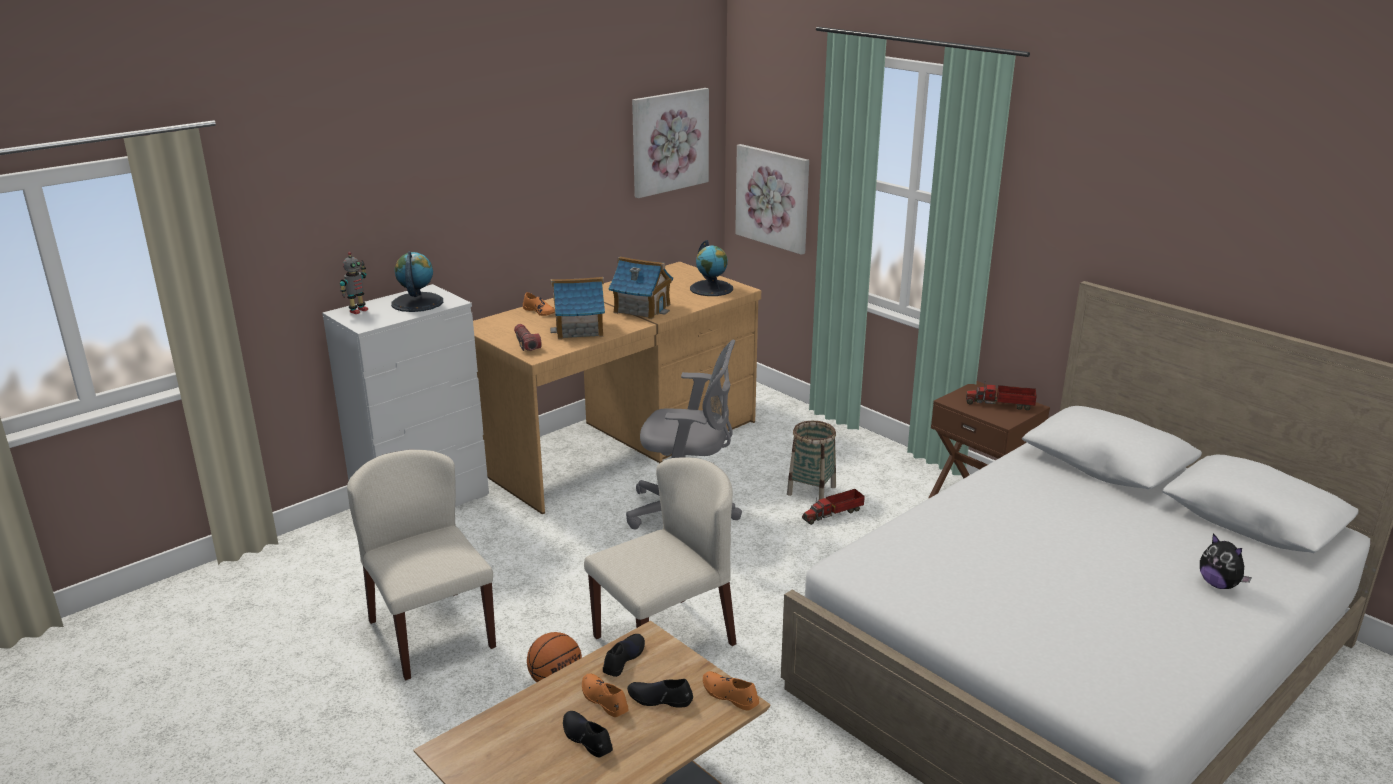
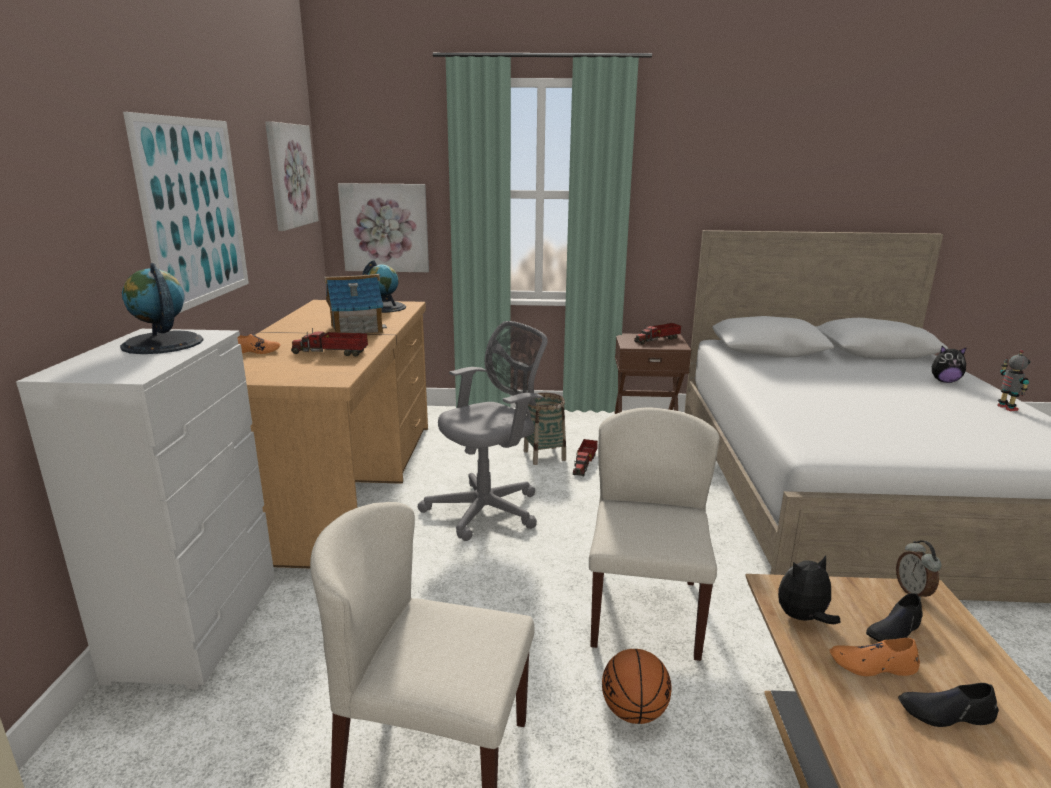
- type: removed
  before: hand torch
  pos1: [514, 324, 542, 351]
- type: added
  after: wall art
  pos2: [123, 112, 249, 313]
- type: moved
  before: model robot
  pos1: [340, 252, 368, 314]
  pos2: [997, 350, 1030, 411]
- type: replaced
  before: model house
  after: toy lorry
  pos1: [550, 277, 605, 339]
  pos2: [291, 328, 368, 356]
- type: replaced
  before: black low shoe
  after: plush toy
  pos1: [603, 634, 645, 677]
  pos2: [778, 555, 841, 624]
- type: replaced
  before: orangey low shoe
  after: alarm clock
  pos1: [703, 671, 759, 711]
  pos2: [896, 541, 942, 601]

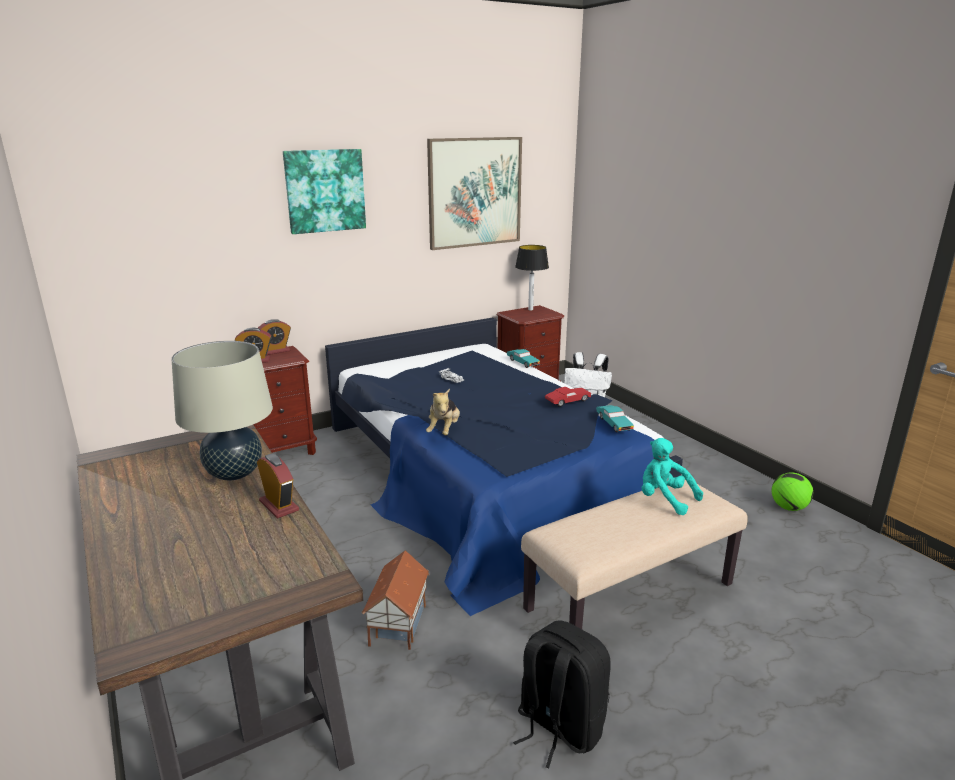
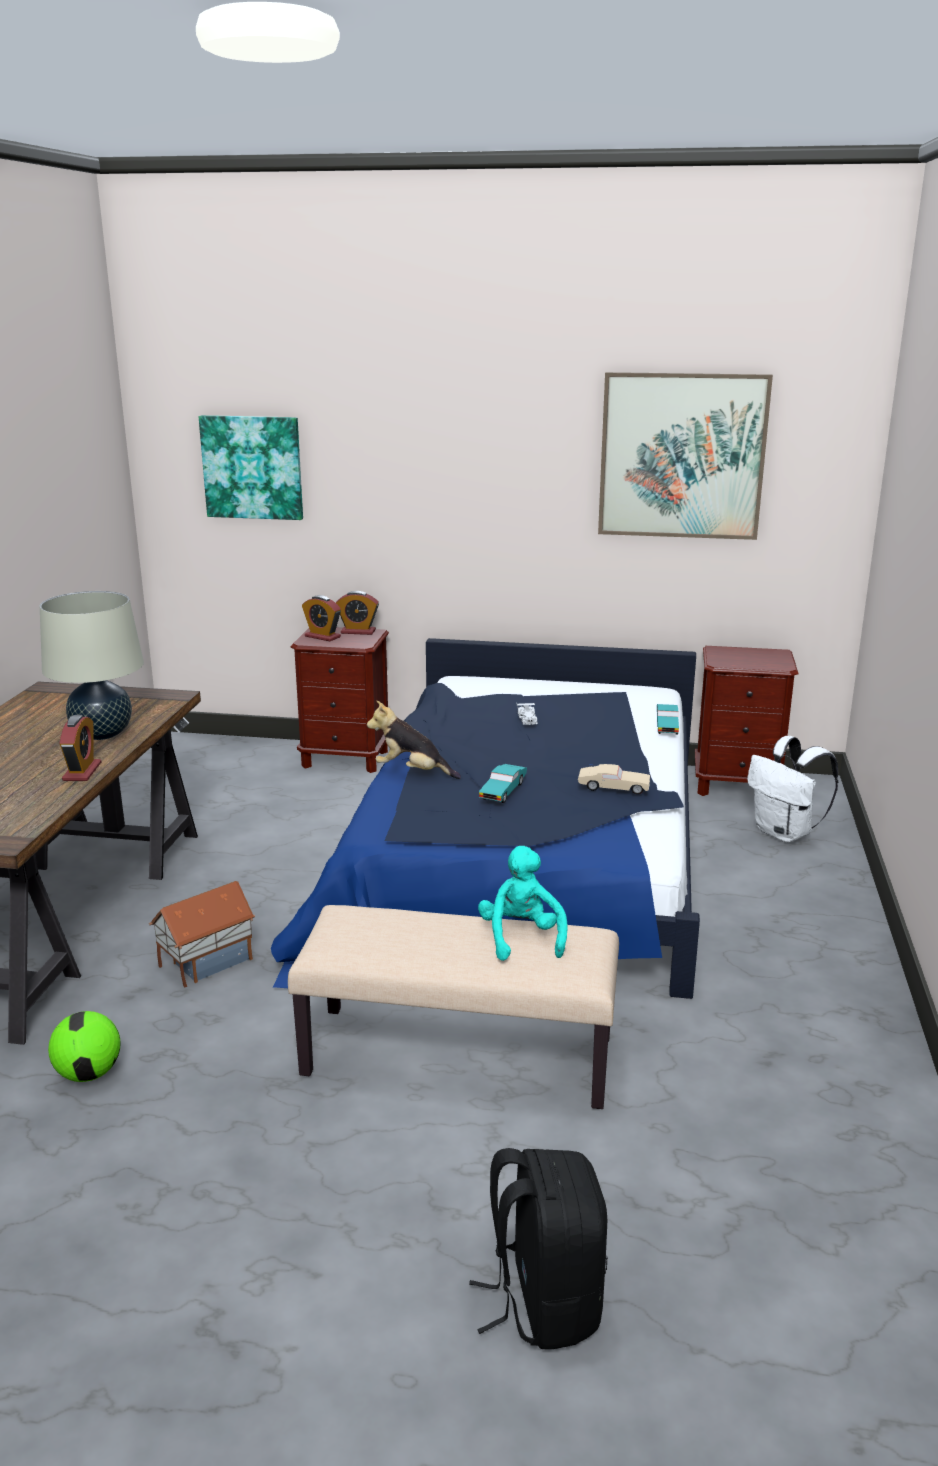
- type: removed
  before: tabletop lamp
  pos1: [515, 245, 549, 311]
- type: moved
  before: wall art
  pos1: [283, 149, 366, 234]
  pos2: [199, 415, 303, 520]
- type: moved
  before: black backpack
  pos1: [513, 620, 611, 768]
  pos2: [469, 1148, 608, 1349]
- type: moved
  before: turquoise miniature car
  pos1: [596, 405, 634, 432]
  pos2: [479, 764, 527, 803]
- type: moved
  before: football
  pos1: [772, 472, 813, 511]
  pos2: [48, 1011, 121, 1082]
- type: recoloured
  before: red miniature car
  after: beige miniature car
  pos1: [545, 387, 591, 407]
  pos2: [578, 764, 650, 794]
- type: turned
  before: plush toy
  pos1: [426, 389, 460, 435]
  pos2: [367, 701, 461, 779]
  turn: 60

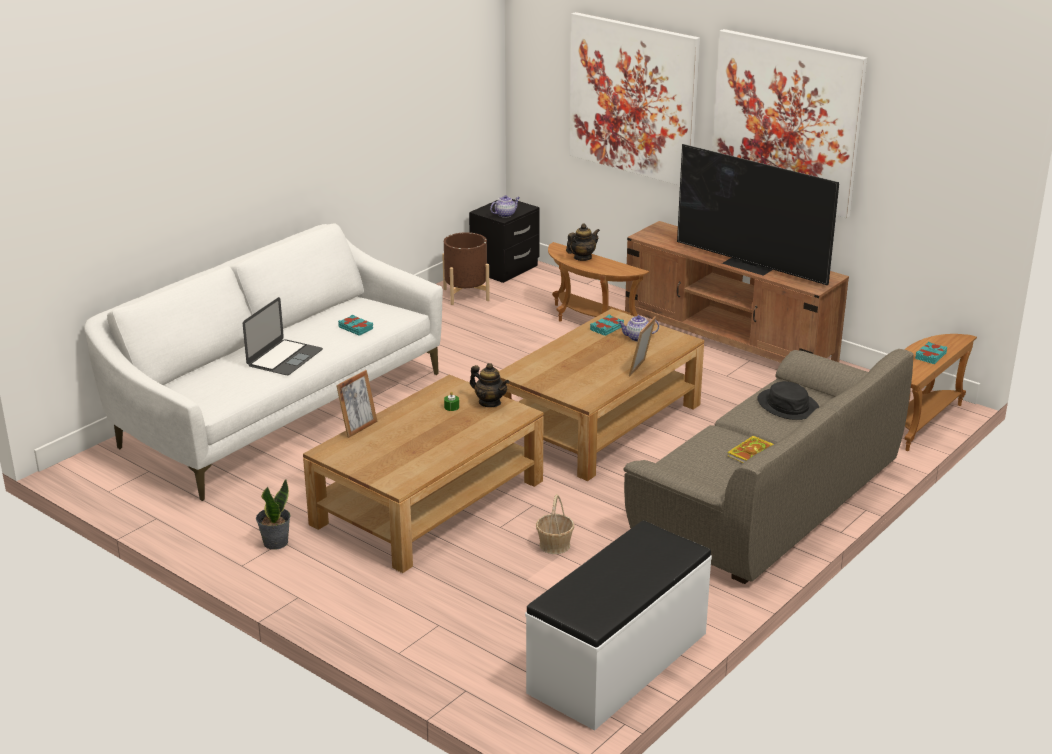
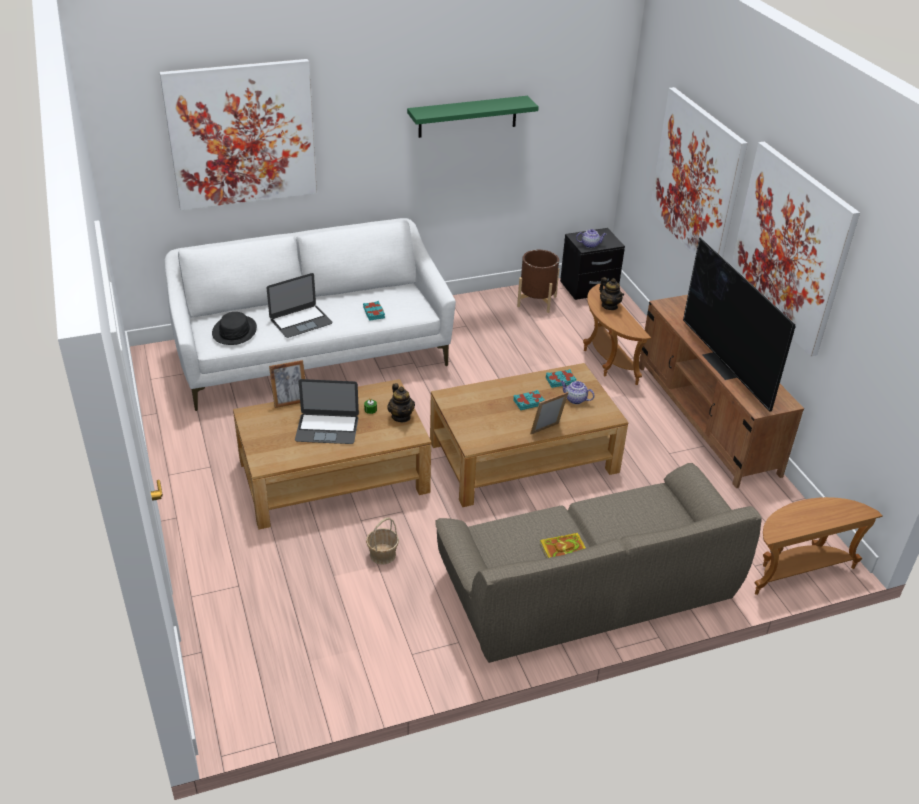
- type: removed
  before: potted plant
  pos1: [256, 479, 291, 550]
- type: removed
  before: white-coloured indoor bench
  pos1: [525, 521, 712, 730]
- type: added
  after: wall art
  pos2: [160, 59, 317, 210]
- type: added
  after: laptop
  pos2: [295, 379, 359, 444]
- type: added
  after: green wall shelf
  pos2: [407, 96, 539, 138]
- type: moved
  before: black wearable hat
  pos1: [757, 381, 819, 420]
  pos2: [212, 312, 257, 345]
- type: moved
  before: turquoise volume
  pos1: [915, 342, 947, 364]
  pos2: [513, 390, 545, 410]
- type: turned
  before: tea pot
  pos1: [566, 224, 600, 261]
  pos2: [599, 277, 624, 310]
  turn: 60

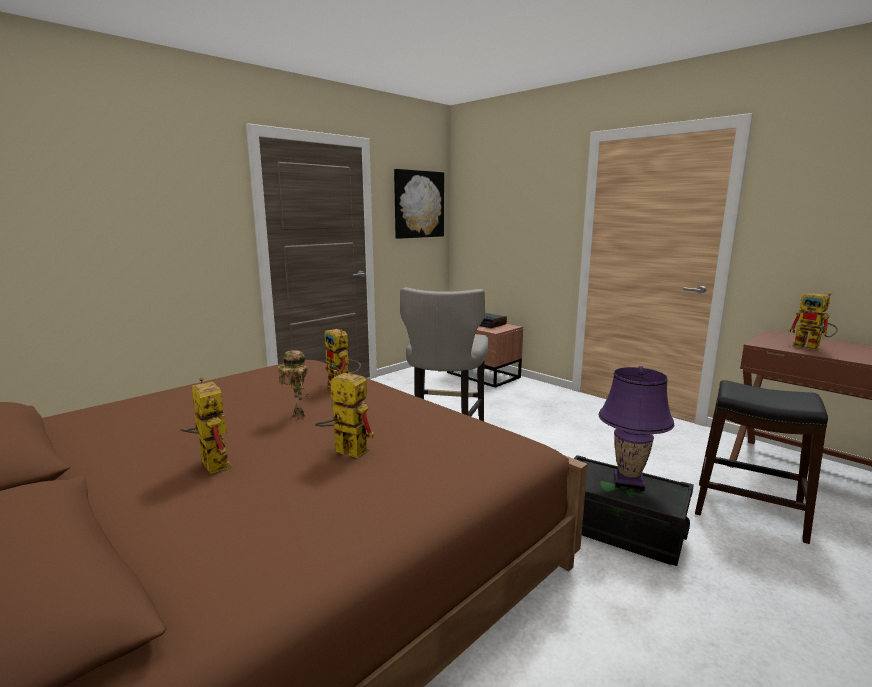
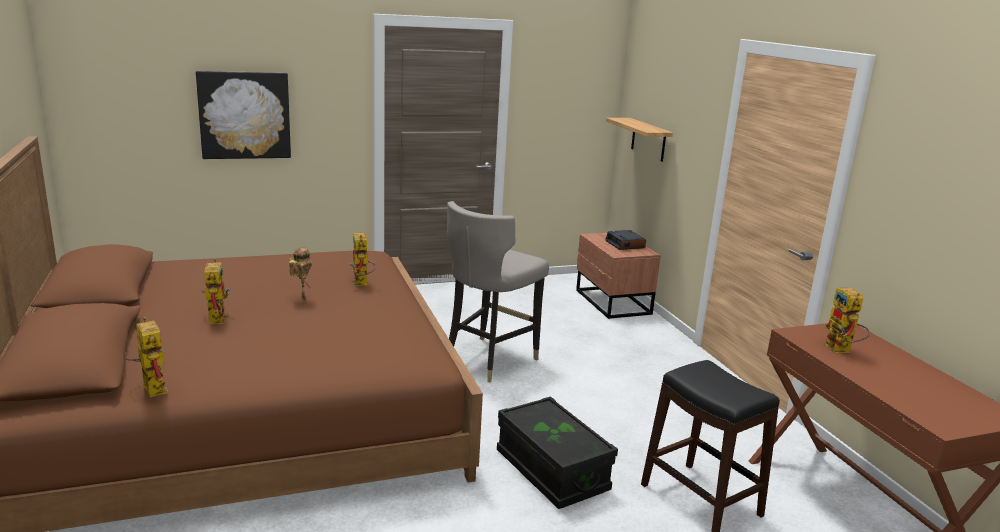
- type: removed
  before: purple tabletop lamp
  pos1: [599, 366, 675, 491]
- type: added
  after: wall shelf
  pos2: [606, 118, 673, 162]
- type: moved
  before: model robot
  pos1: [315, 370, 375, 459]
  pos2: [126, 317, 168, 397]
- type: moved
  before: wall art
  pos1: [394, 169, 444, 239]
  pos2: [196, 71, 291, 159]

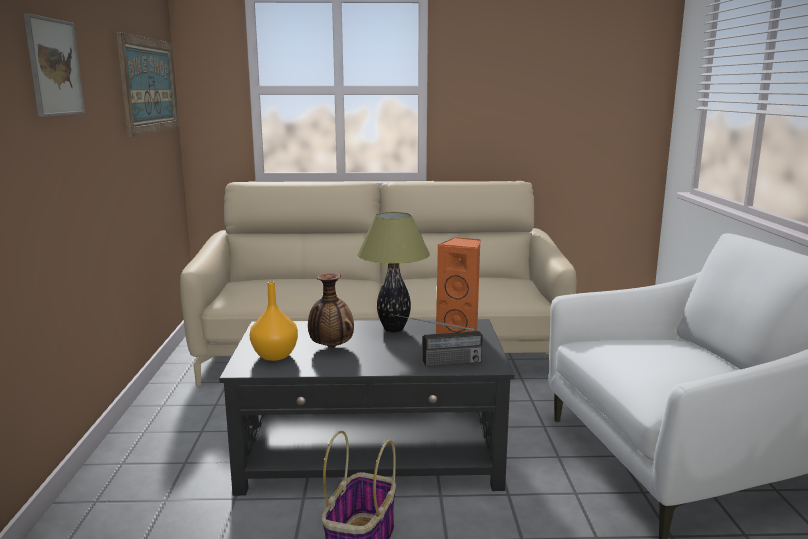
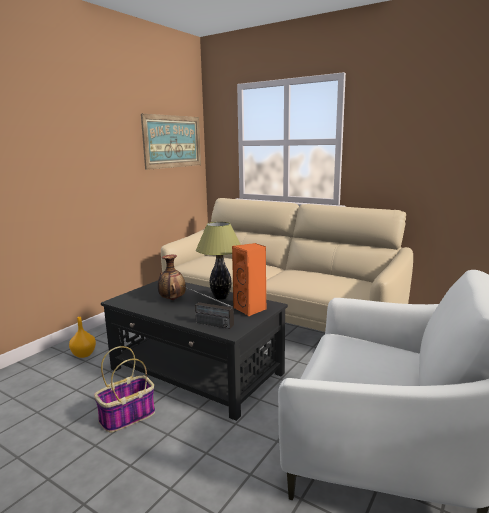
- type: removed
  before: wall art
  pos1: [24, 14, 85, 117]
- type: moved
  before: orangey vase
  pos1: [250, 281, 298, 361]
  pos2: [69, 317, 96, 358]

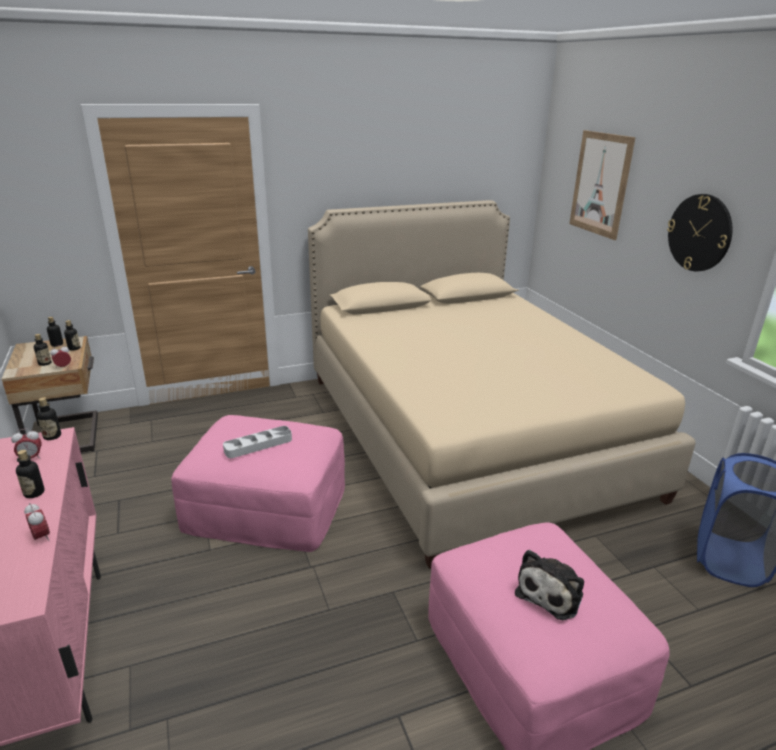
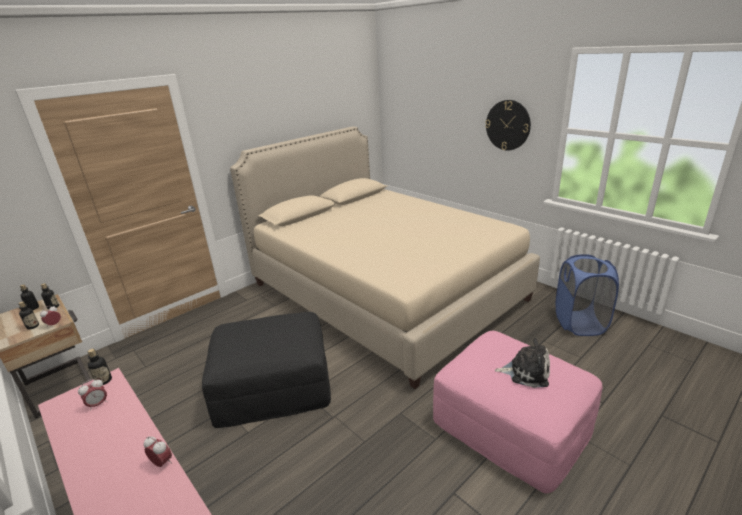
- type: removed
  before: beverage bottle
  pos1: [16, 450, 45, 498]
- type: removed
  before: gray carrying tray
  pos1: [223, 426, 292, 458]
- type: removed
  before: wall art
  pos1: [569, 130, 636, 240]
- type: recoloured
  before: pink footrest
  after: black footrest
  pos1: [171, 415, 345, 552]
  pos2: [202, 312, 331, 428]
- type: turned
  before: plush toy
  pos1: [515, 550, 584, 620]
  pos2: [494, 338, 550, 388]
  turn: -90

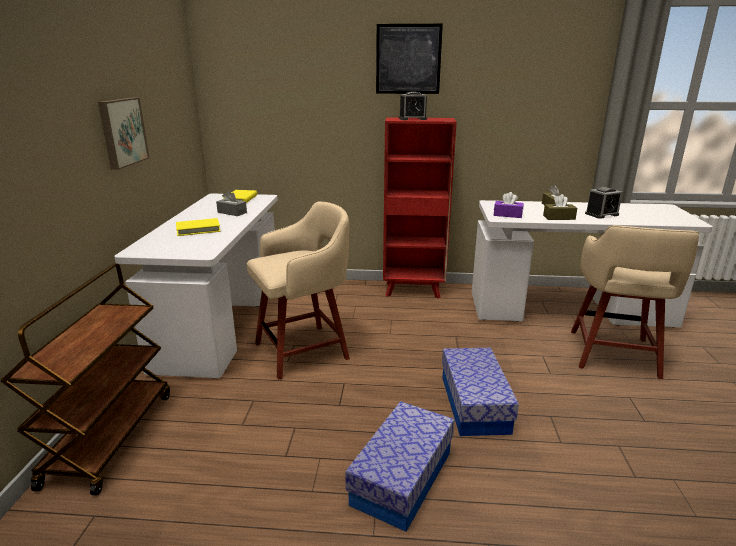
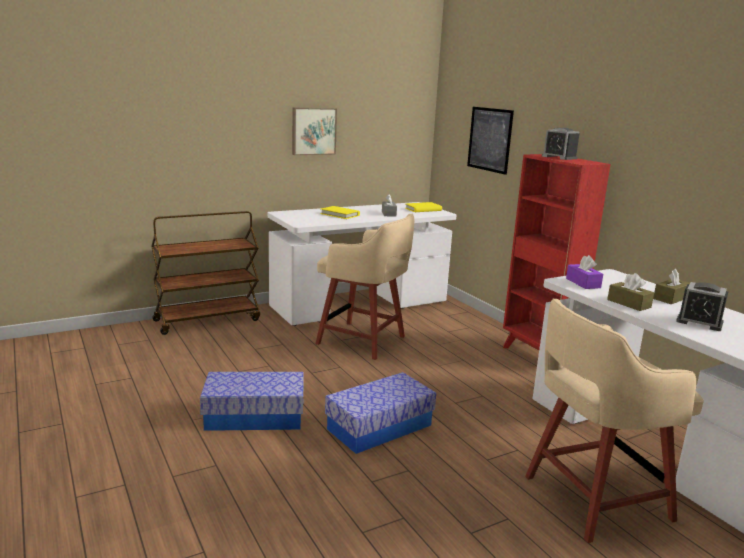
- type: moved
  before: wall art
  pos1: [376, 24, 443, 94]
  pos2: [467, 107, 514, 175]

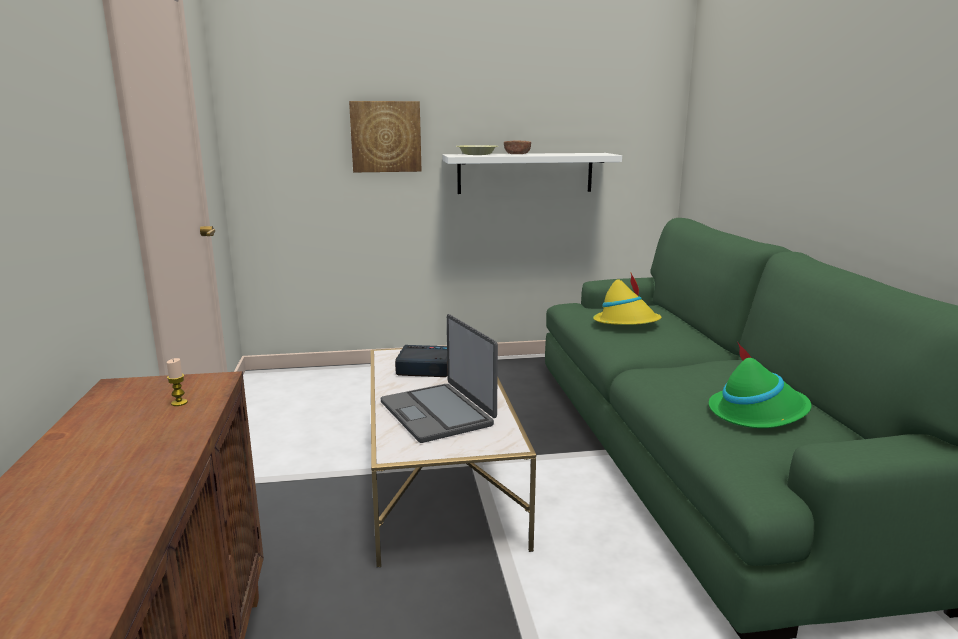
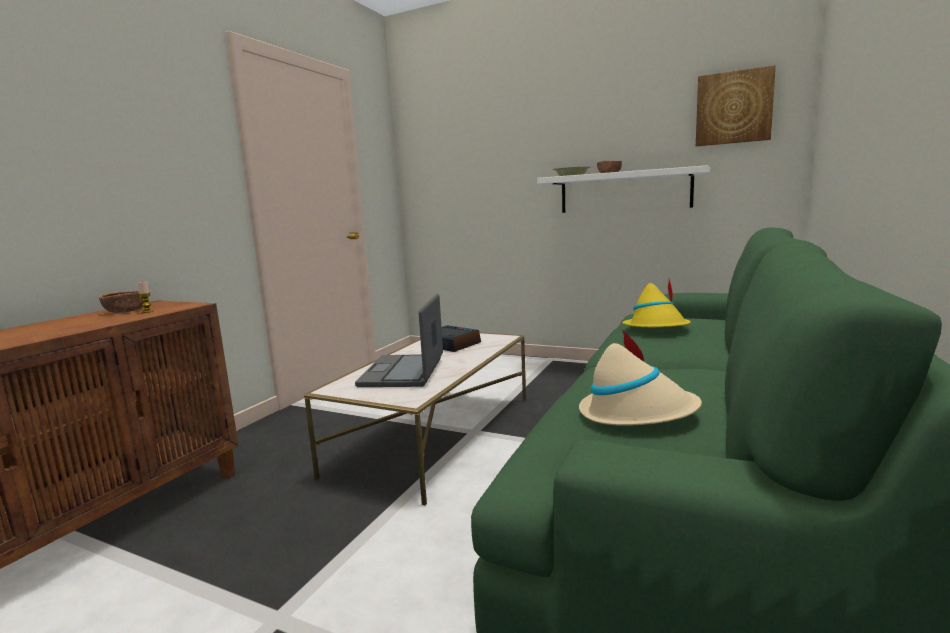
- type: added
  after: brown deep dish
  pos2: [99, 291, 144, 313]
- type: moved
  before: wall art
  pos1: [349, 101, 422, 172]
  pos2: [696, 65, 776, 146]
- type: recoloured
  before: green wearable hat
  after: beige wearable hat
  pos1: [709, 342, 812, 428]
  pos2: [579, 328, 702, 426]

